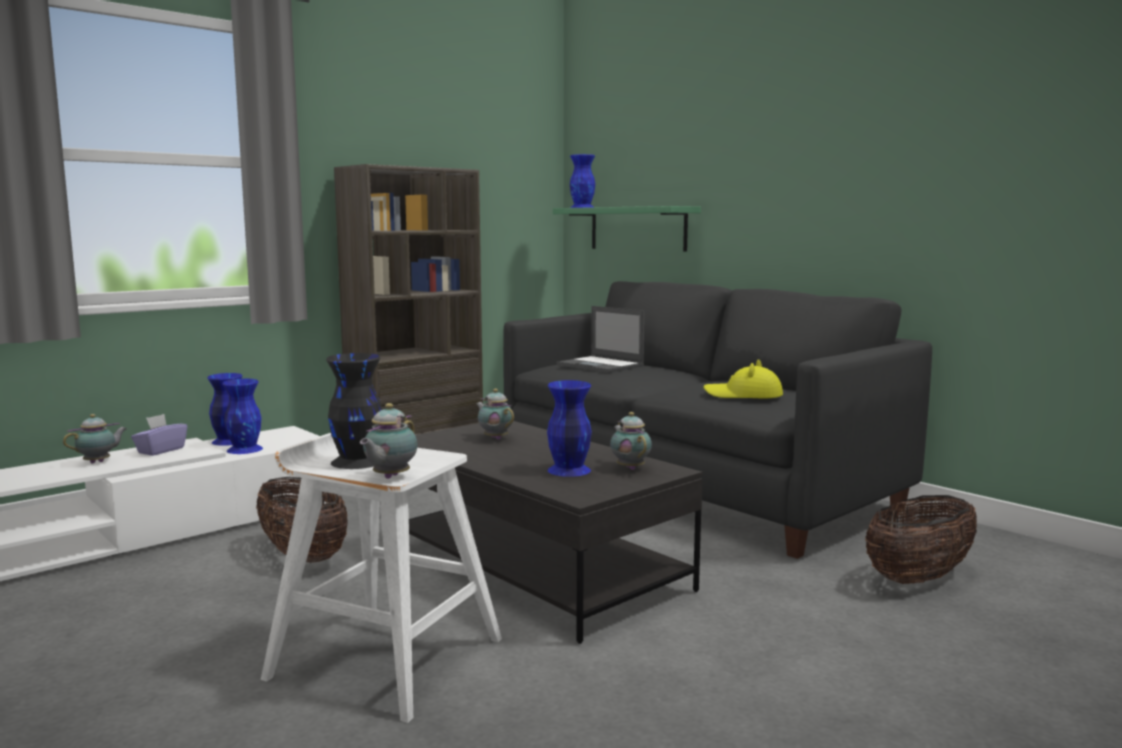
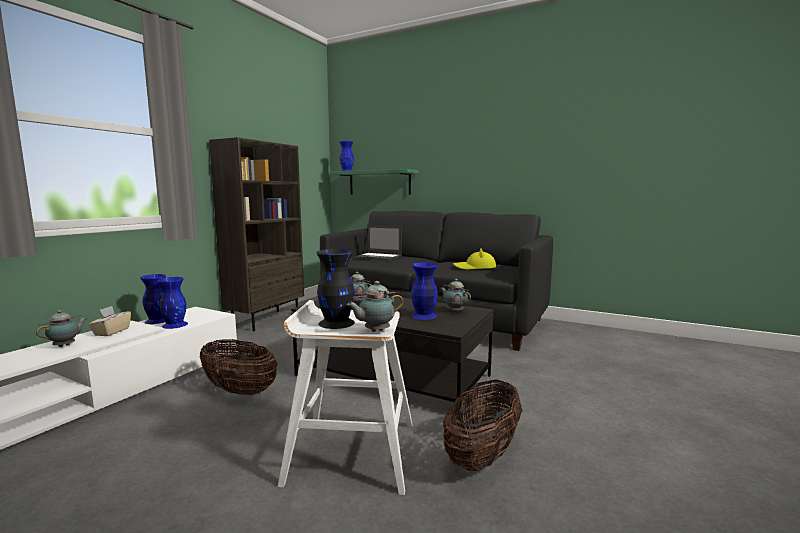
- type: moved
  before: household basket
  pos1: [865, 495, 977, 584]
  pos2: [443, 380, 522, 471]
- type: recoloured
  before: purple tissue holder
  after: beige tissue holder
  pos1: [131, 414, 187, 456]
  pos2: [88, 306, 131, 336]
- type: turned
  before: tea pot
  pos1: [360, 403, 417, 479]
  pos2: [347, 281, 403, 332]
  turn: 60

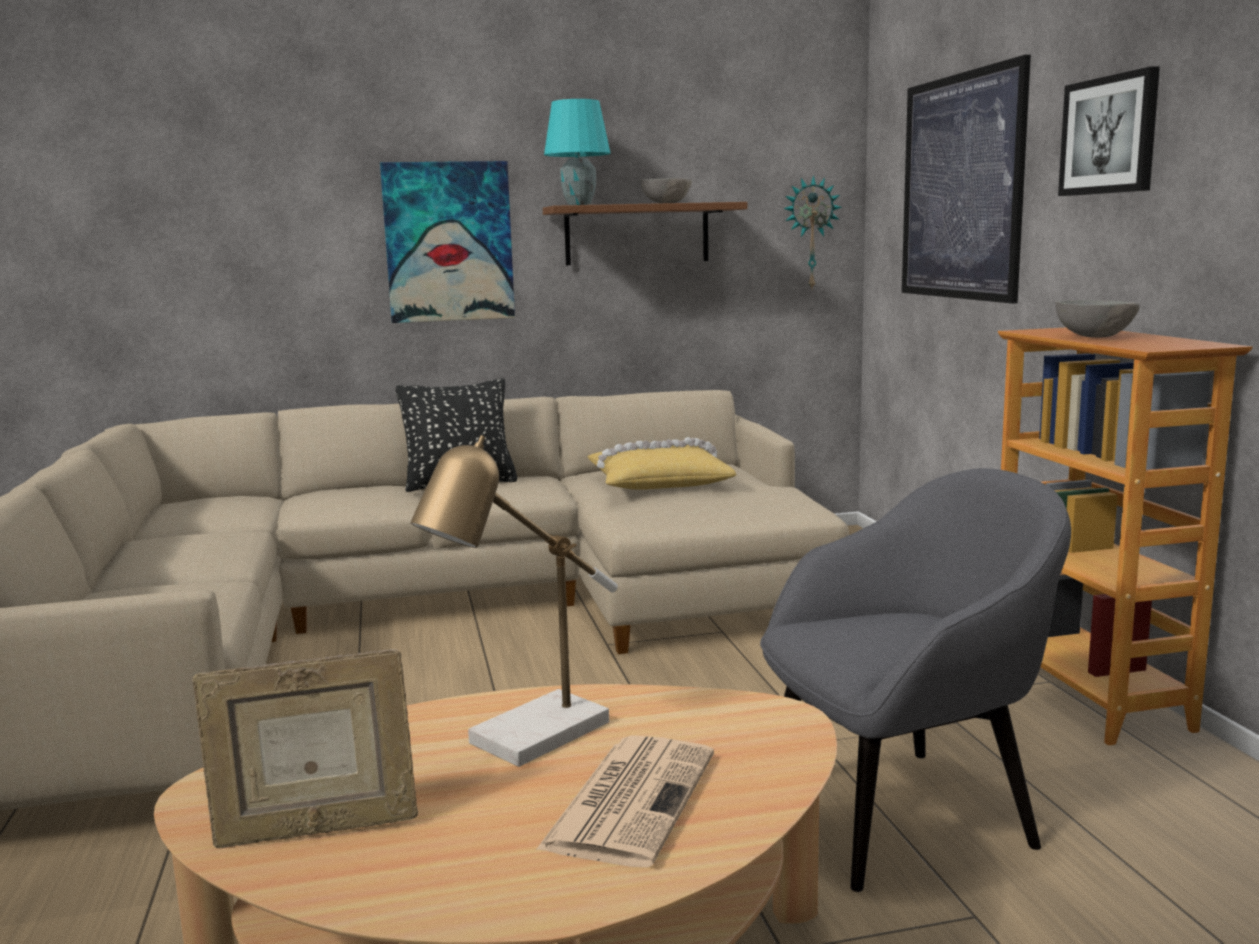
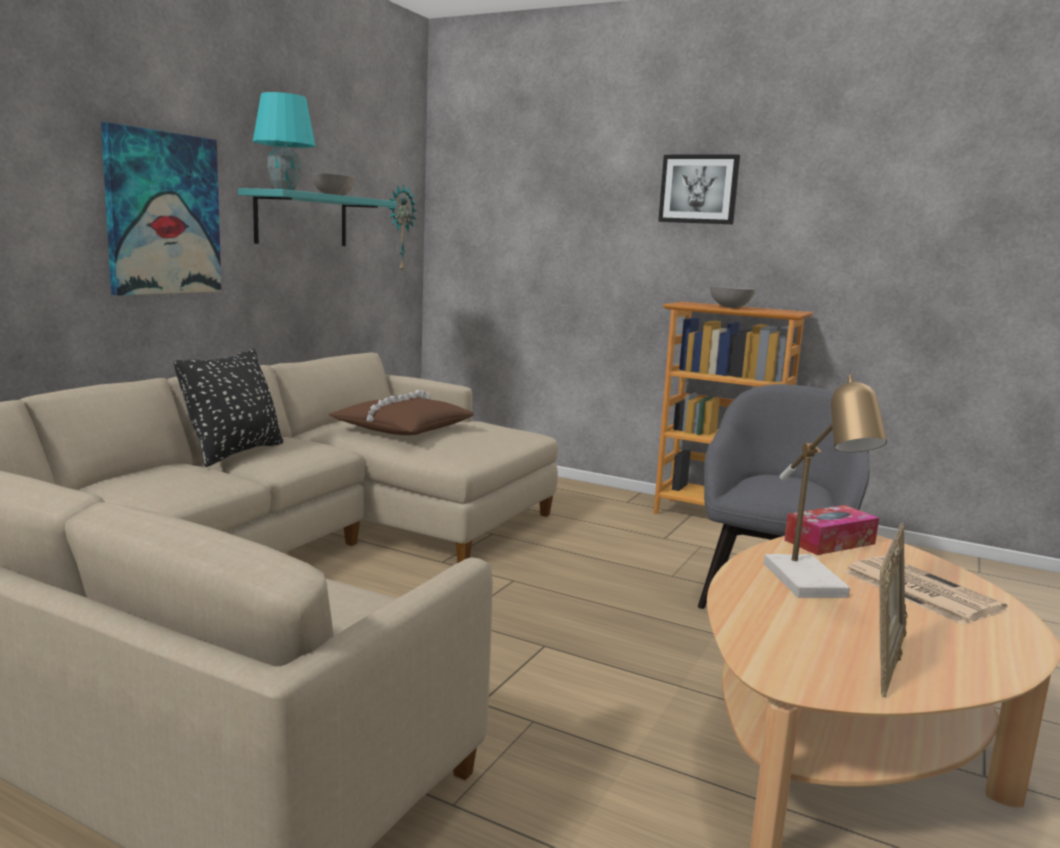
- type: removed
  before: wall art
  pos1: [902, 55, 1031, 303]
- type: added
  after: tissue holder
  pos2: [784, 505, 879, 555]
- type: recoloured
  before: brown wall shelf
  after: turquoise wall shelf
  pos1: [543, 202, 748, 265]
  pos2: [238, 188, 397, 246]
- type: recoloured
  before: yellowish pillow
  after: brown pillow
  pos1: [588, 437, 736, 490]
  pos2: [328, 390, 474, 435]

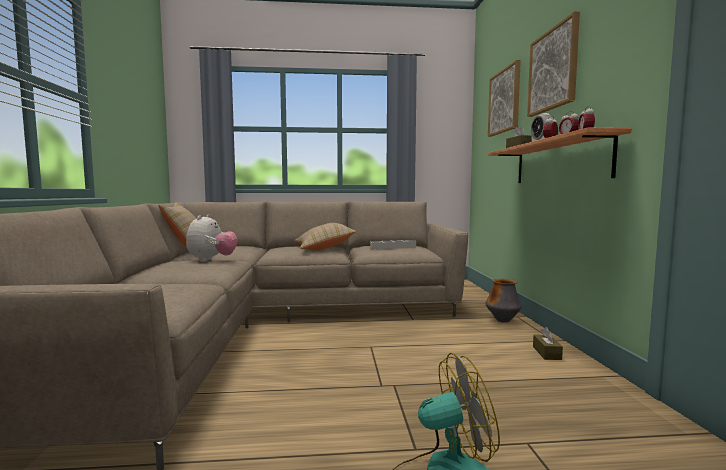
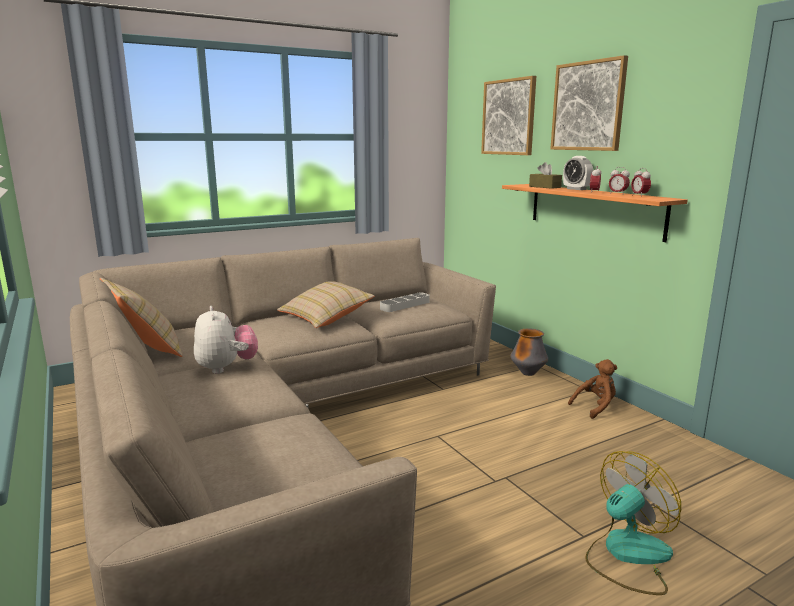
- type: replaced
  before: brown tissue holder
  after: brown plush toy
  pos1: [533, 327, 563, 360]
  pos2: [568, 359, 617, 419]

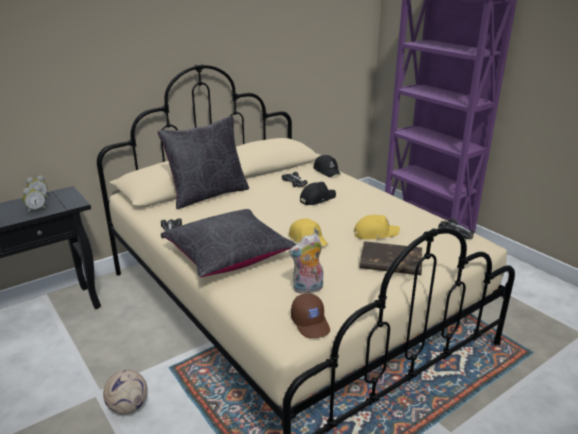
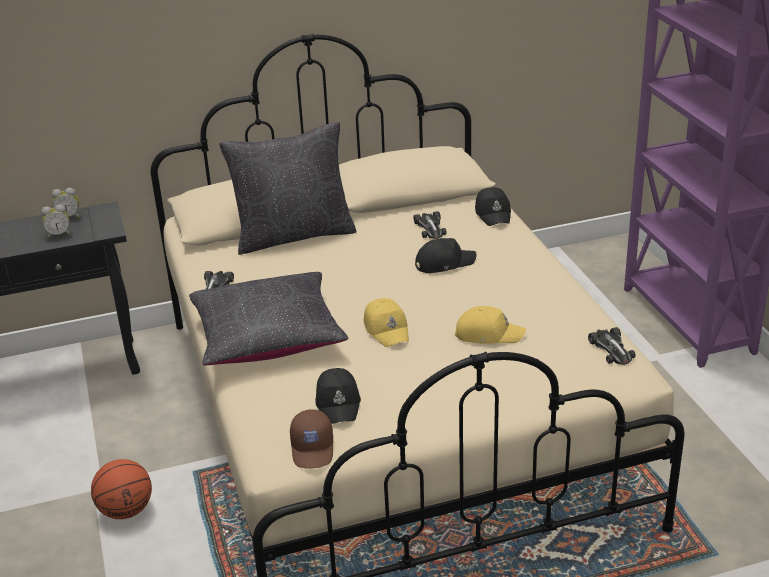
- type: removed
  before: brown volume
  pos1: [359, 241, 422, 275]
- type: replaced
  before: football
  after: basketball
  pos1: [103, 370, 148, 415]
  pos2: [91, 459, 152, 519]
- type: replaced
  before: plush toy
  after: black peaked cap
  pos1: [289, 234, 323, 294]
  pos2: [315, 368, 361, 424]

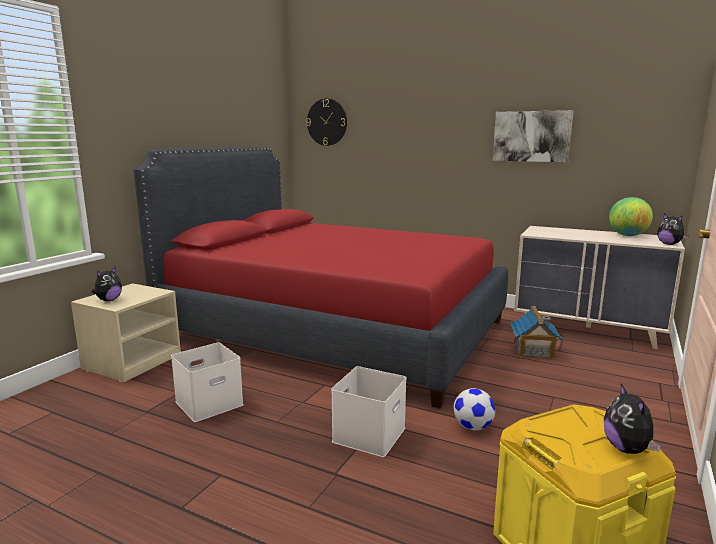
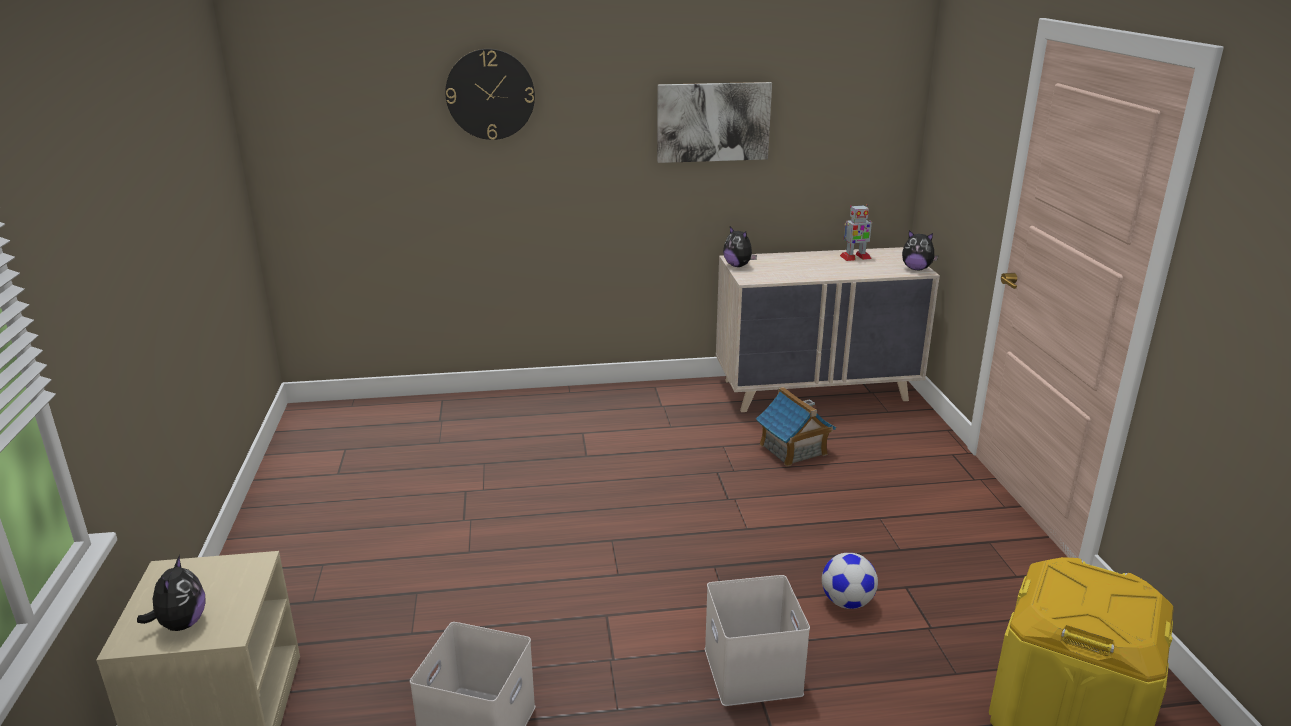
- type: removed
  before: red bedroom bed
  pos1: [133, 146, 508, 409]
- type: moved
  before: wall clock
  pos1: [306, 99, 347, 146]
  pos2: [445, 49, 535, 140]
- type: moved
  before: plush toy
  pos1: [604, 384, 661, 454]
  pos2: [723, 227, 757, 267]
- type: replaced
  before: desk globe
  after: model robot
  pos1: [609, 197, 653, 236]
  pos2: [840, 204, 872, 261]

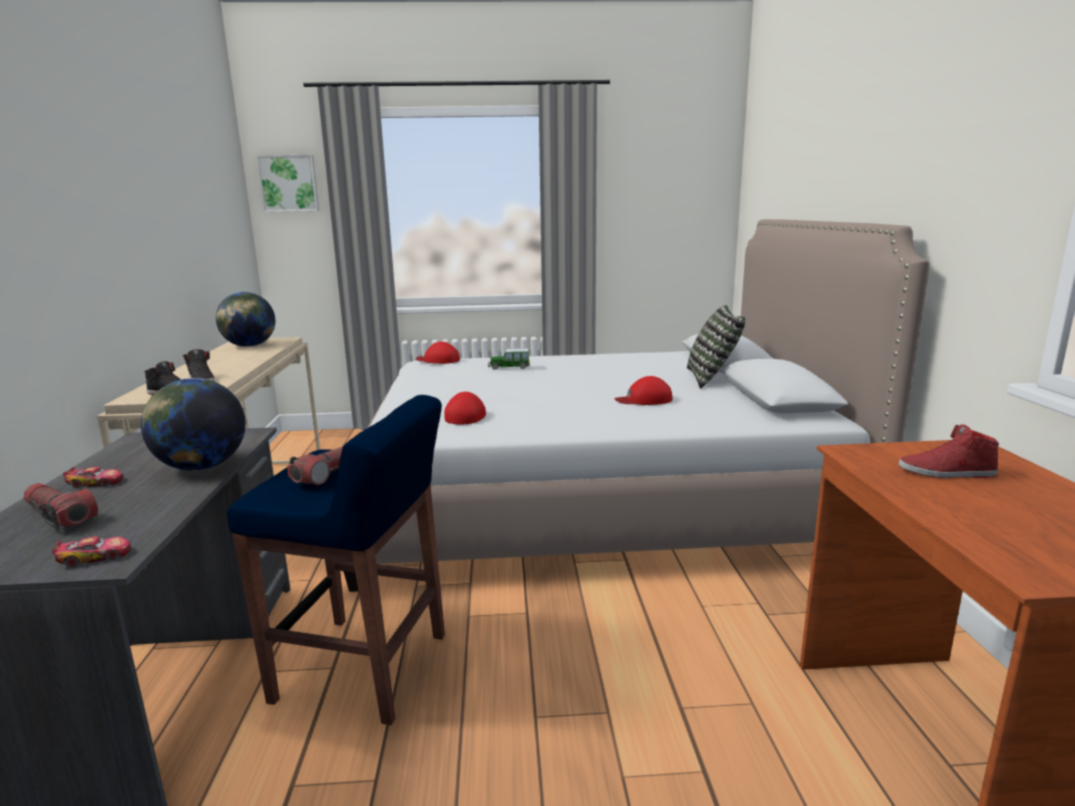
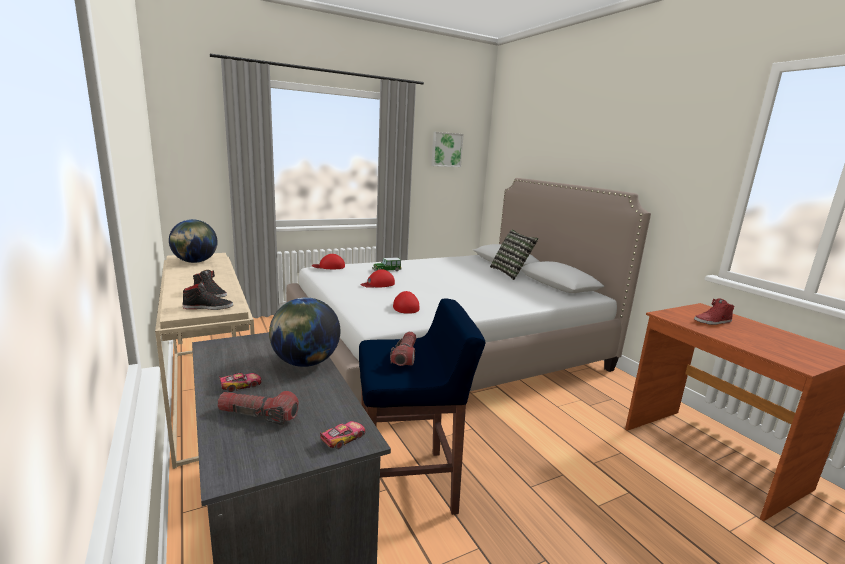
- type: moved
  before: wall art
  pos1: [256, 155, 319, 212]
  pos2: [431, 132, 464, 167]
- type: moved
  before: red peaked cap
  pos1: [614, 376, 673, 405]
  pos2: [360, 269, 395, 288]

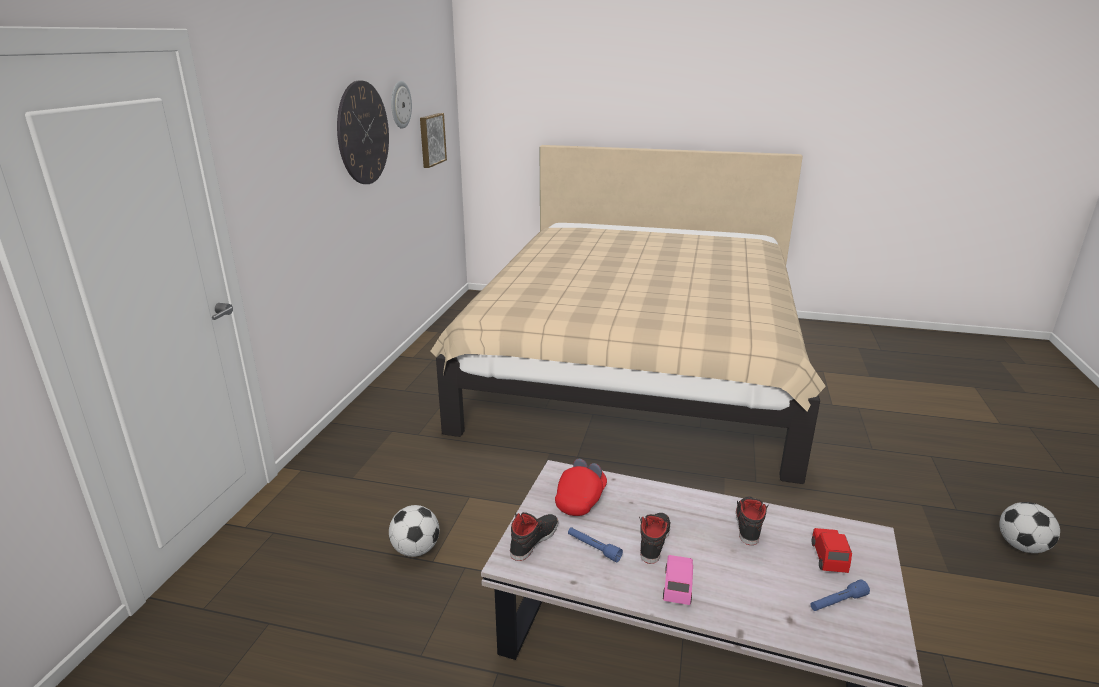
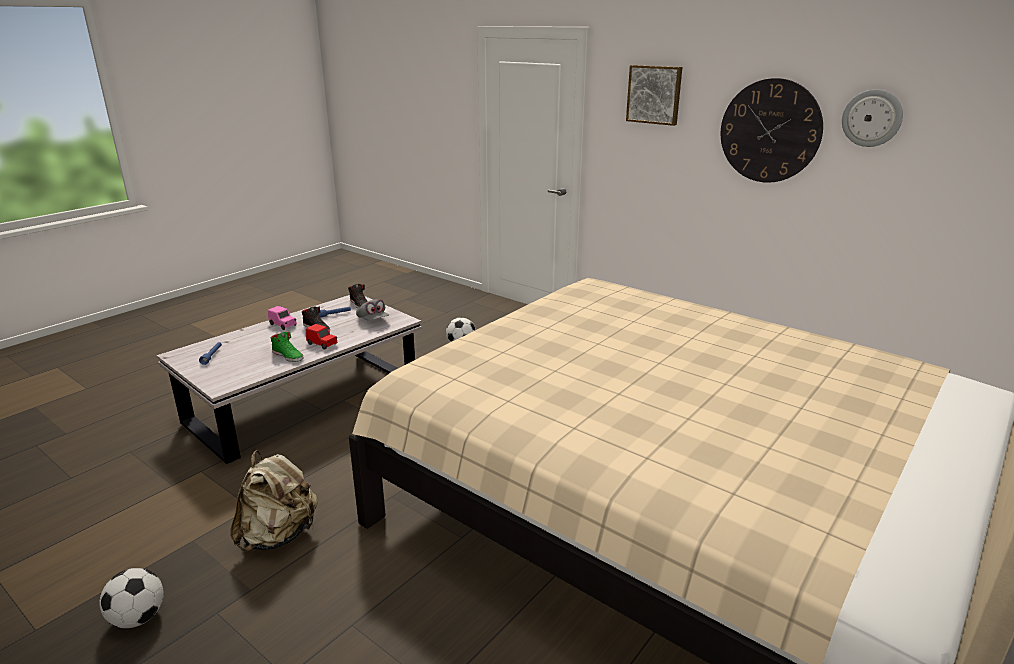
- type: added
  after: beige backpack
  pos2: [230, 450, 318, 552]
- type: moved
  before: wall art
  pos1: [420, 113, 447, 168]
  pos2: [626, 65, 682, 126]
- type: moved
  before: red miniature car
  pos1: [812, 528, 852, 573]
  pos2: [306, 324, 337, 350]
- type: recoloured
  before: red peaked cap
  after: gray peaked cap
  pos1: [555, 459, 607, 516]
  pos2: [356, 299, 389, 321]
- type: recoloured
  before: black low shoe
  after: green low shoe
  pos1: [736, 497, 769, 545]
  pos2: [271, 332, 303, 362]

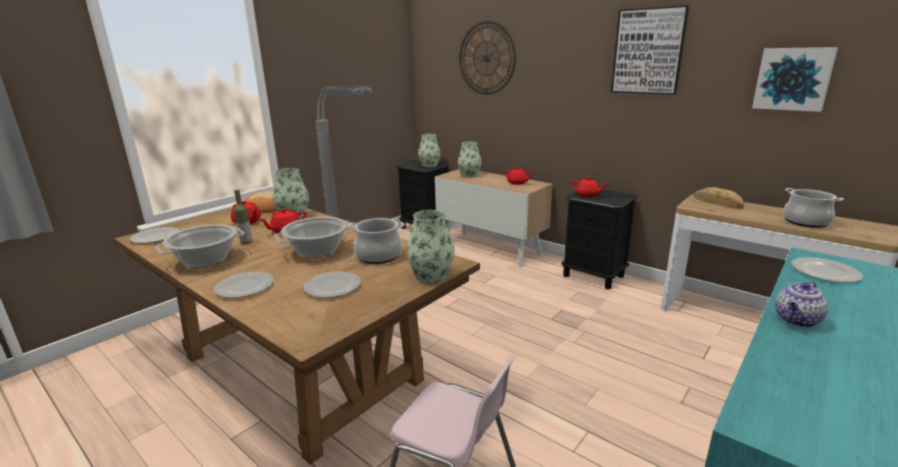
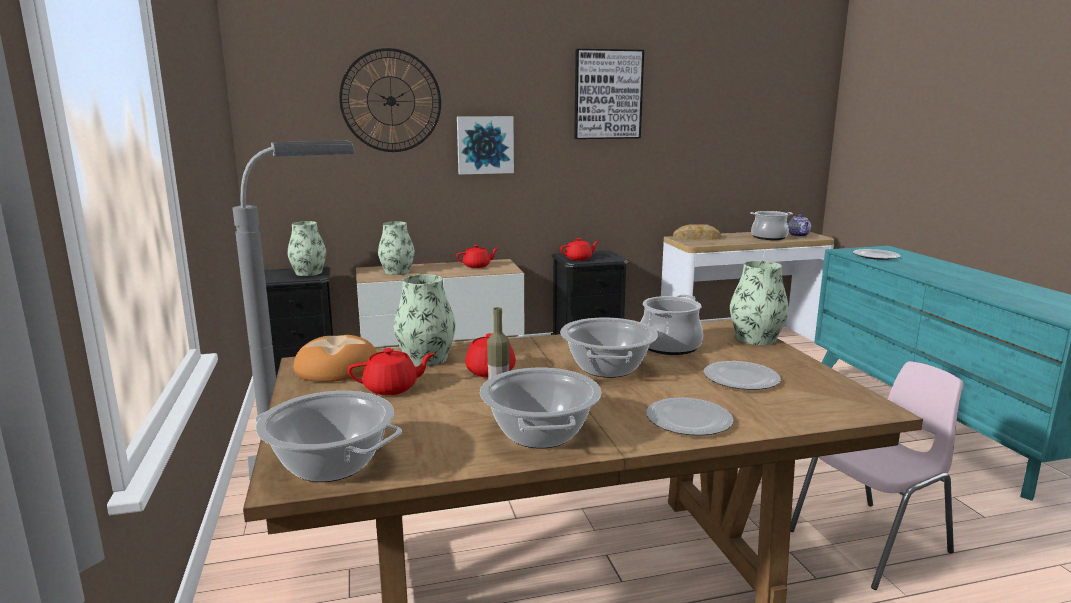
- type: moved
  before: wall art
  pos1: [752, 47, 838, 112]
  pos2: [457, 116, 514, 175]
- type: moved
  before: tea pot
  pos1: [775, 282, 828, 327]
  pos2: [788, 214, 811, 237]
- type: replaced
  before: plate
  after: stockpot
  pos1: [130, 227, 179, 244]
  pos2: [255, 391, 402, 482]

